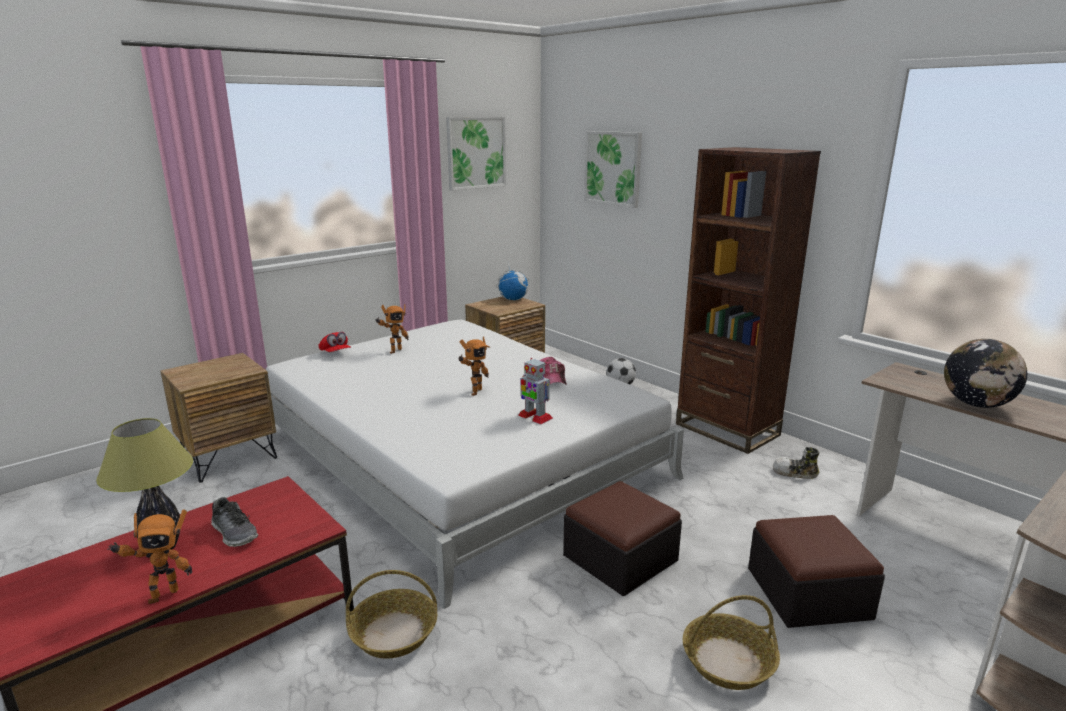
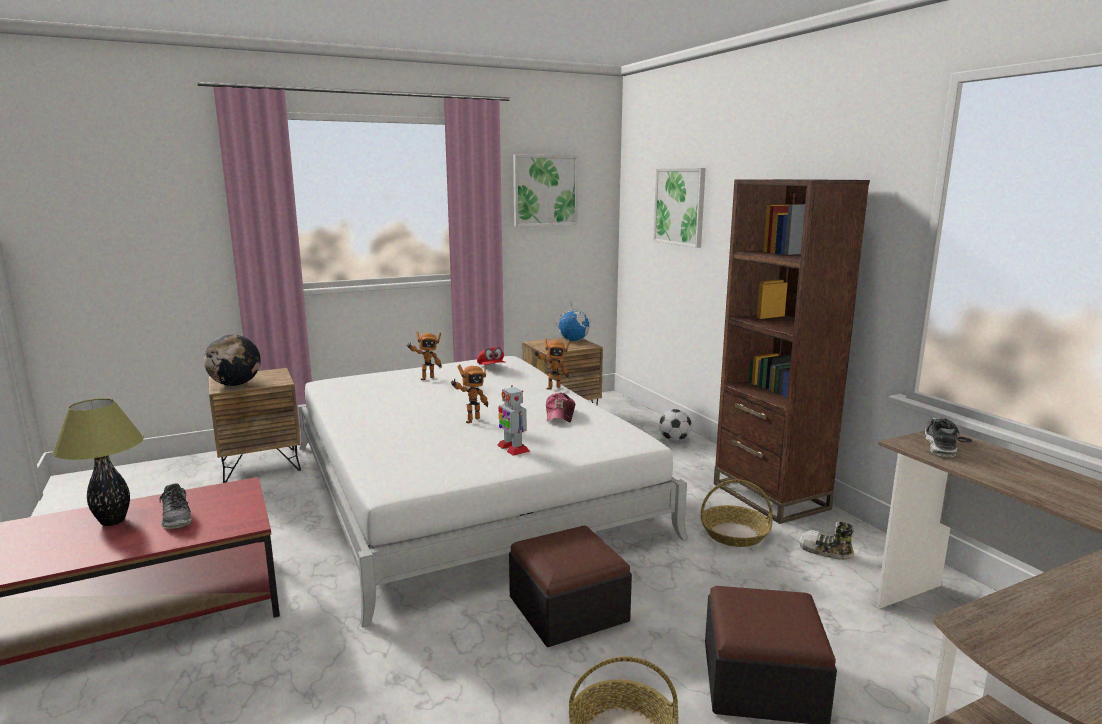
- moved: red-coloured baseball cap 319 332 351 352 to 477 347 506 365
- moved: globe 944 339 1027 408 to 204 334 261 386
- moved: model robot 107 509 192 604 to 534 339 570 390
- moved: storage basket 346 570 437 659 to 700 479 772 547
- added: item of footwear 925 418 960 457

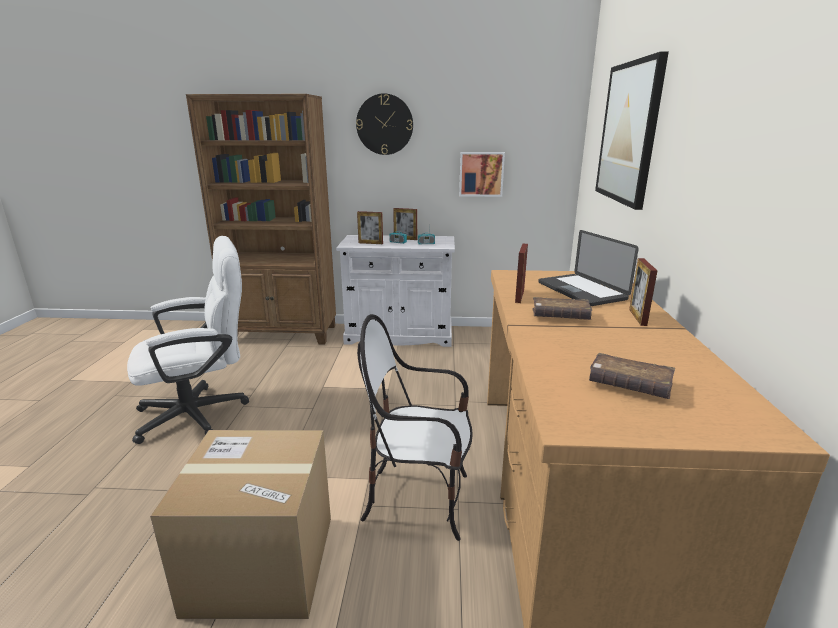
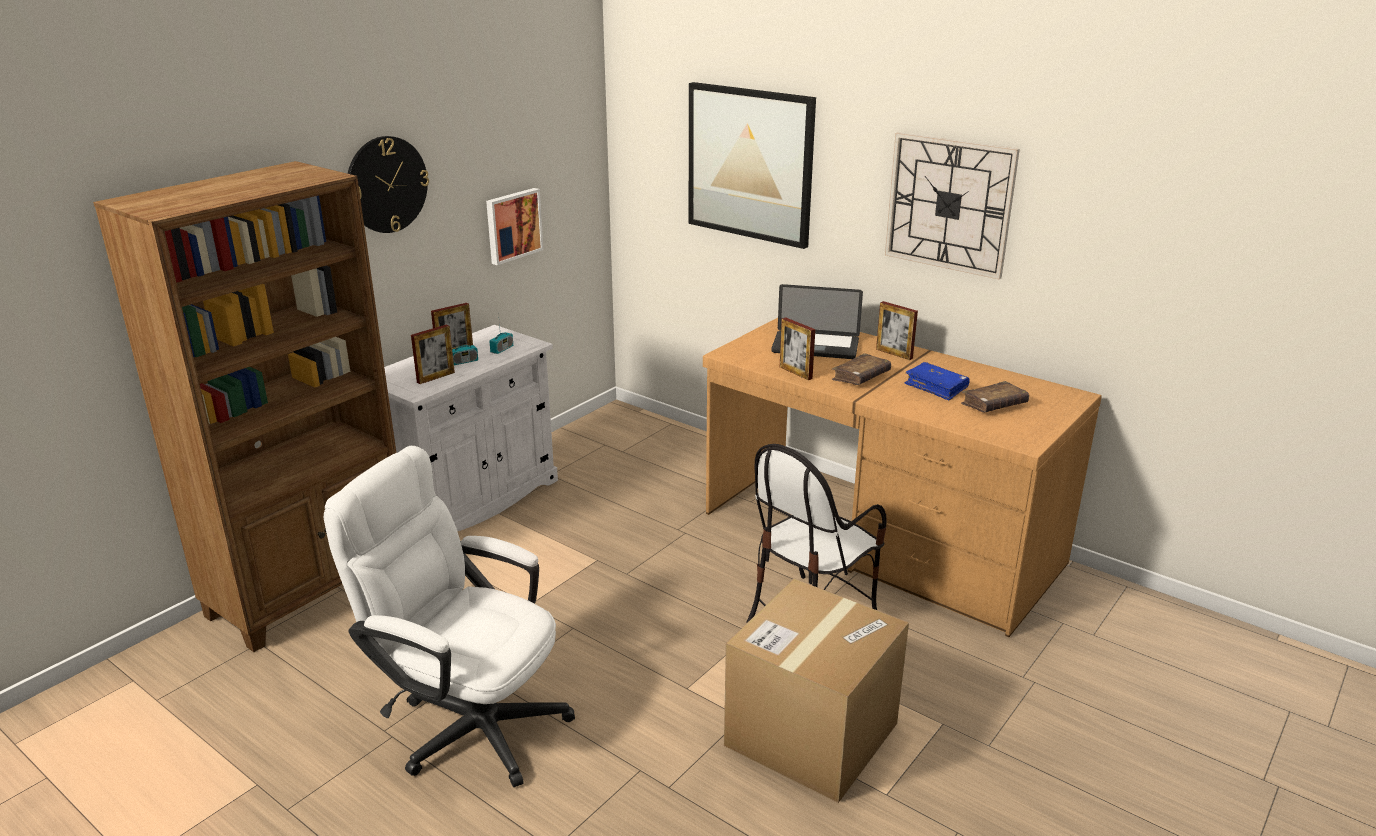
- turned: white desk chair 127 236 249 444 = 324 446 575 787 75 degrees counterclockwise
- added: clock on the wall 885 132 1020 279
- added: blue book 904 362 970 400

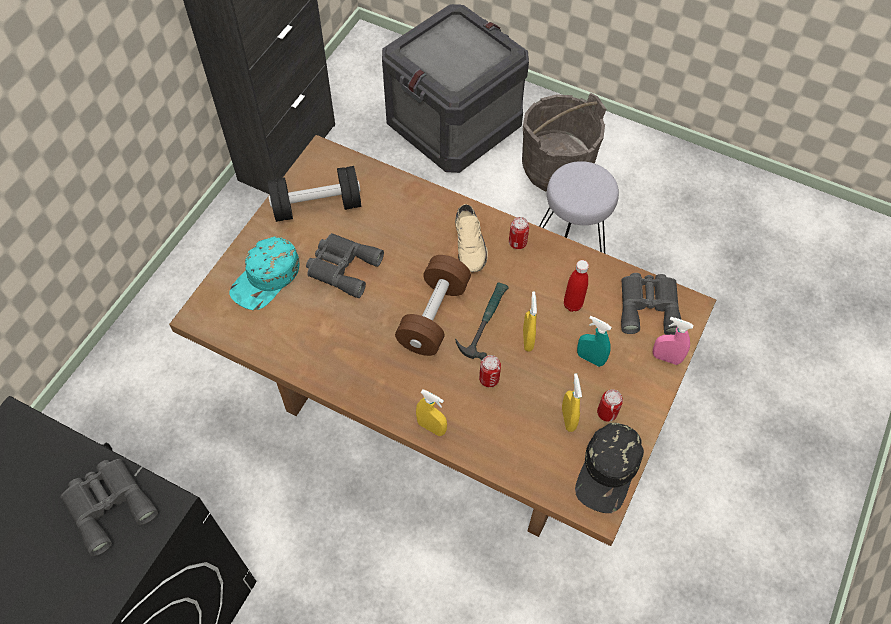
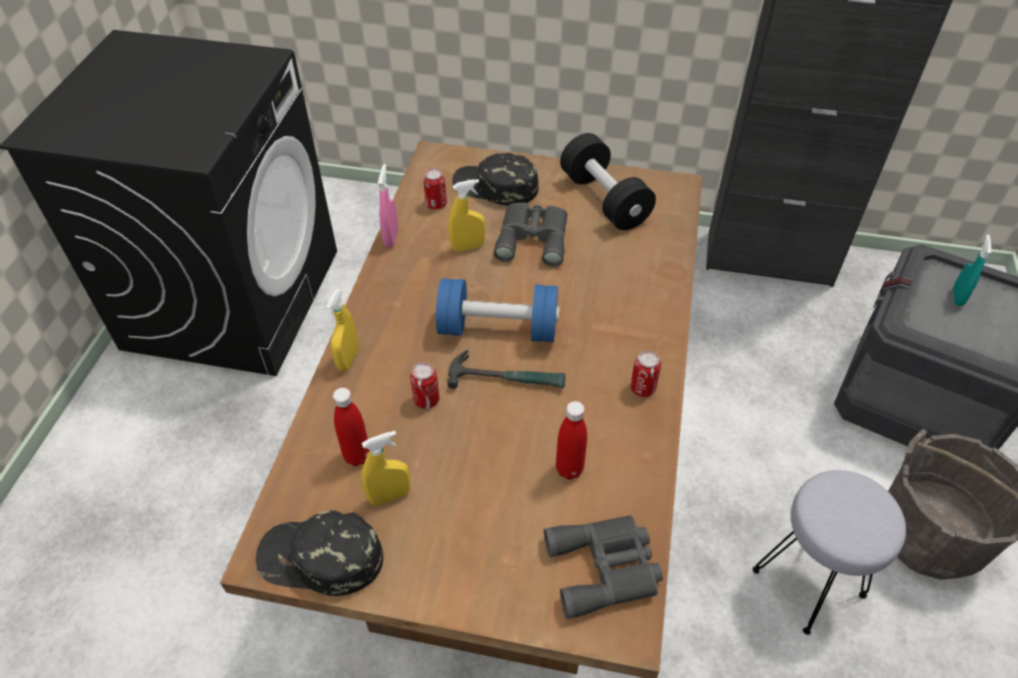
- removed: beige-coloured item of footwear 455 204 488 272
- recoloured: blue-green baseball cap 229 236 299 310 to blackish baseball cap 452 153 539 206
- recoloured: brown-coloured free weight 395 255 471 356 to blue free weight 436 278 560 342
- moved: yellowish sprayer 523 291 537 352 to 449 179 485 252
- moved: blue-green sprayer 577 316 612 367 to 953 234 991 306
- moved: pink sprayer 653 317 694 365 to 378 164 398 247
- moved: sealed can 597 389 623 422 to 423 168 447 210
- removed: gray pair of binoculars 61 459 158 556
- added: red-coloured bottle 333 388 370 466

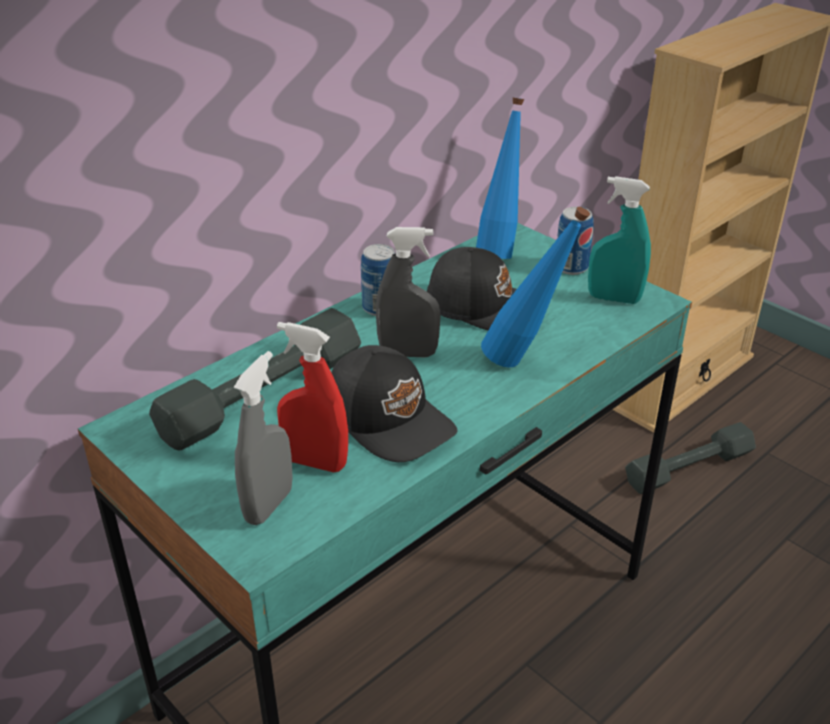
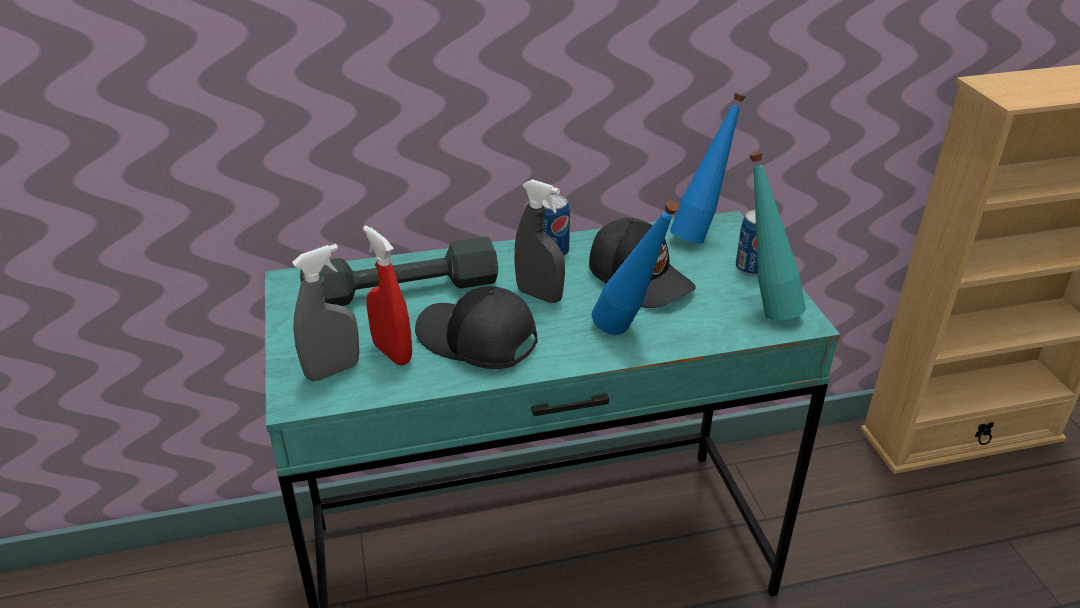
- replaced: blue-green sprayer 588 176 651 304 to blue-green bottle 749 152 806 321
- turned: blackish baseball cap 331 345 457 462 = 415 286 537 369 135 degrees clockwise
- removed: gray free weight 625 422 756 494

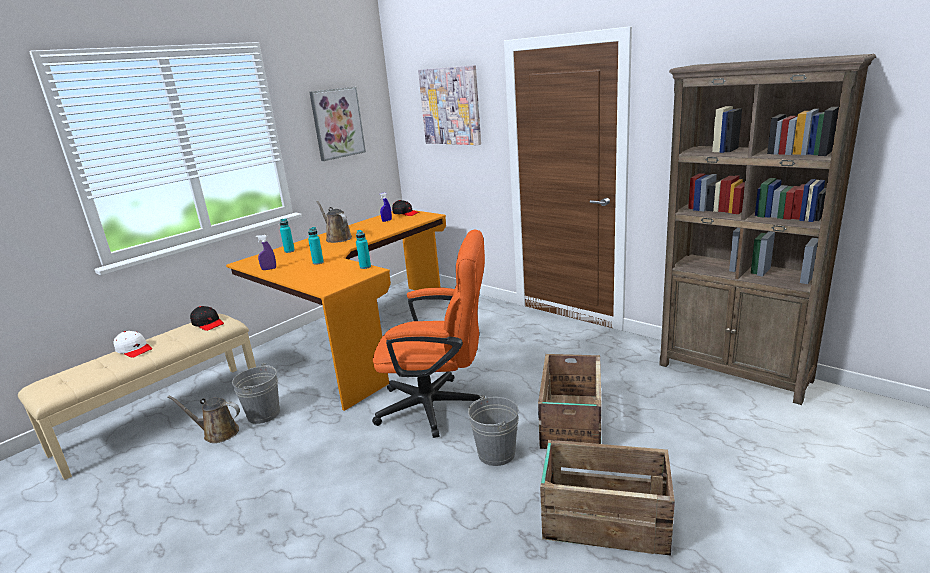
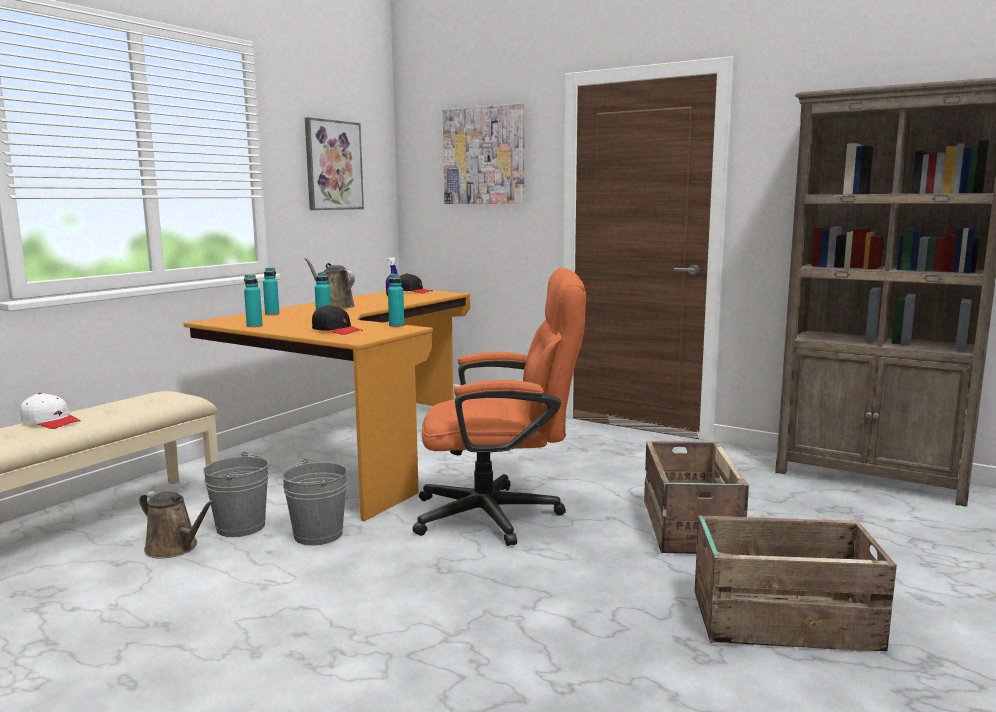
- replaced: purplish sprayer 255 235 276 270 to blue-green bottle 244 275 263 327
- moved: blackish baseball cap 190 306 224 331 to 312 305 363 335
- turned: brown-coloured watering pot 168 395 240 443 = 139 491 215 559 150 degrees counterclockwise
- moved: gray bucket 468 395 519 466 to 281 459 347 545

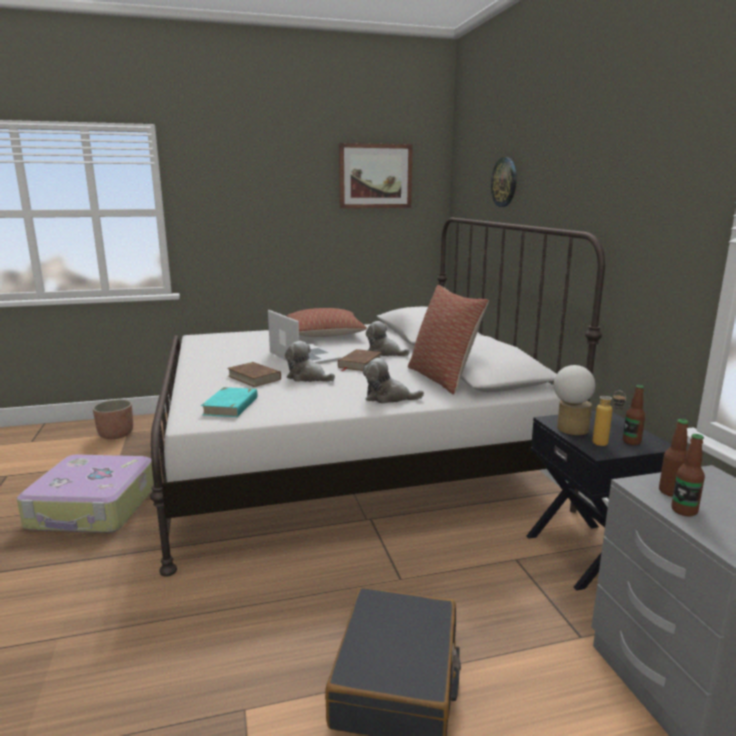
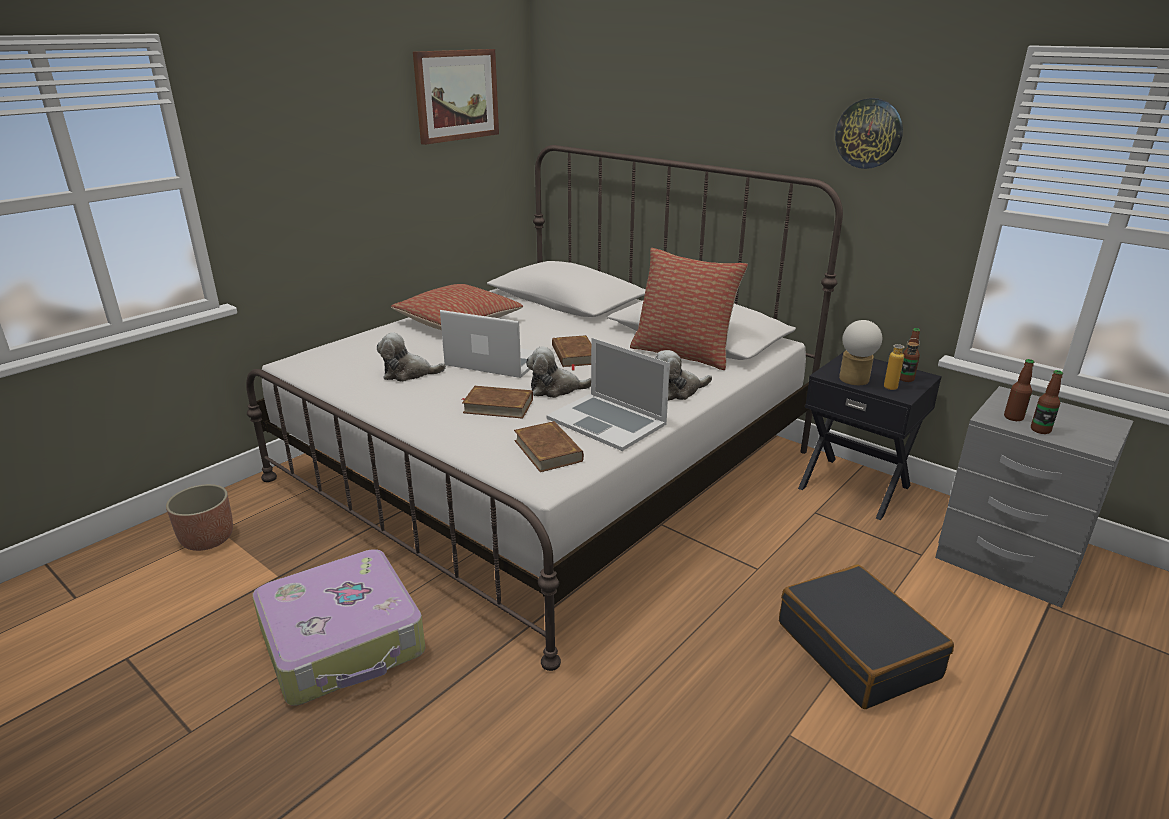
- moved: clock on the wall 491 157 517 207 to 835 98 903 169
- moved: soft toy 366 321 410 356 to 377 332 446 382
- recoloured: blue-green book 201 387 258 417 to brown-coloured book 514 421 584 472
- added: portable computer 546 338 670 451

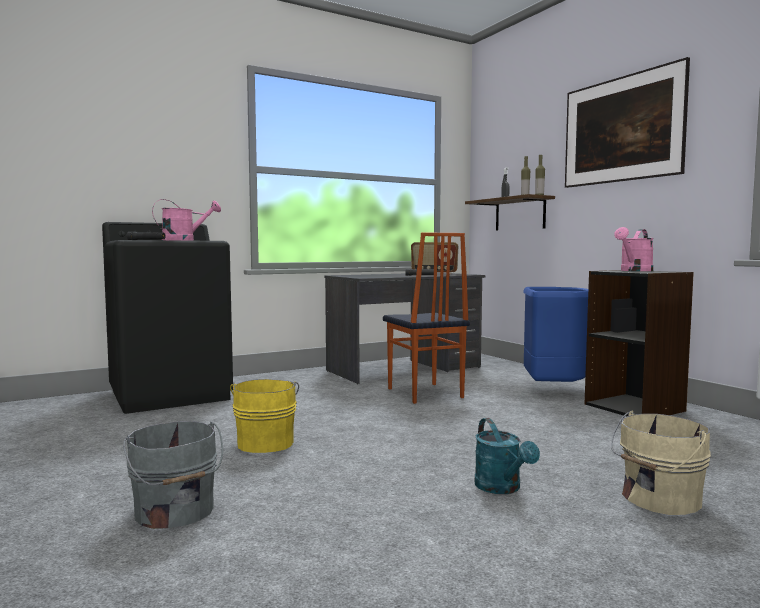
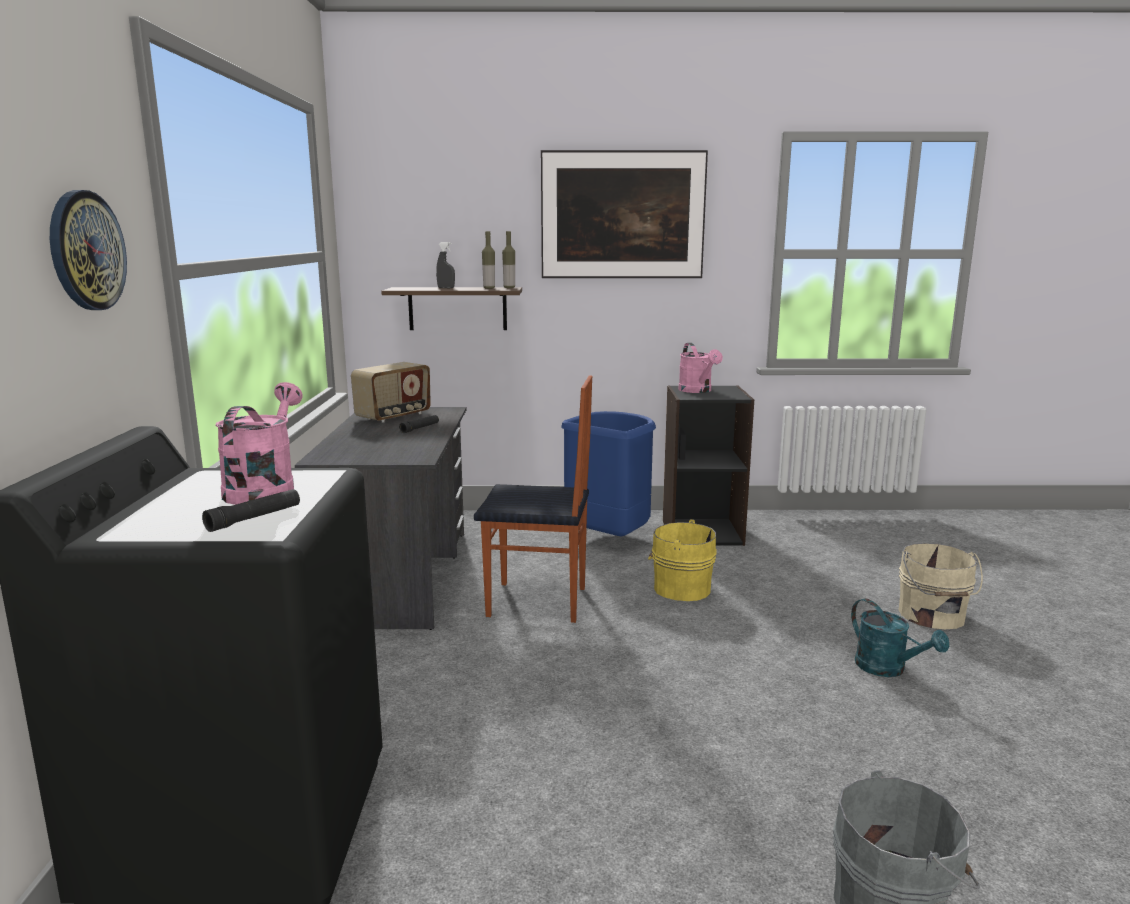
- moved: yellowish bucket 230 379 299 453 to 648 519 717 601
- turned: blue-green watering pot 474 418 540 494 = 851 598 949 677 45 degrees clockwise
- added: clock on the wall 50 190 127 310

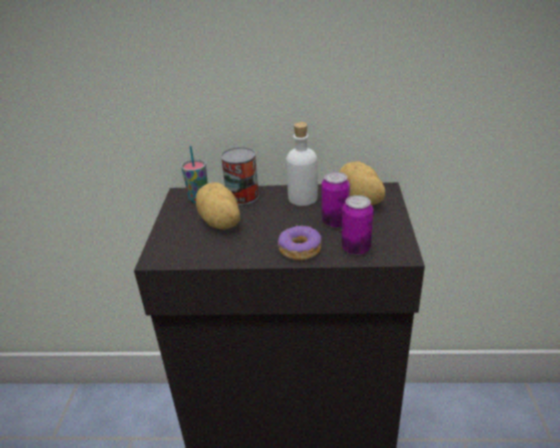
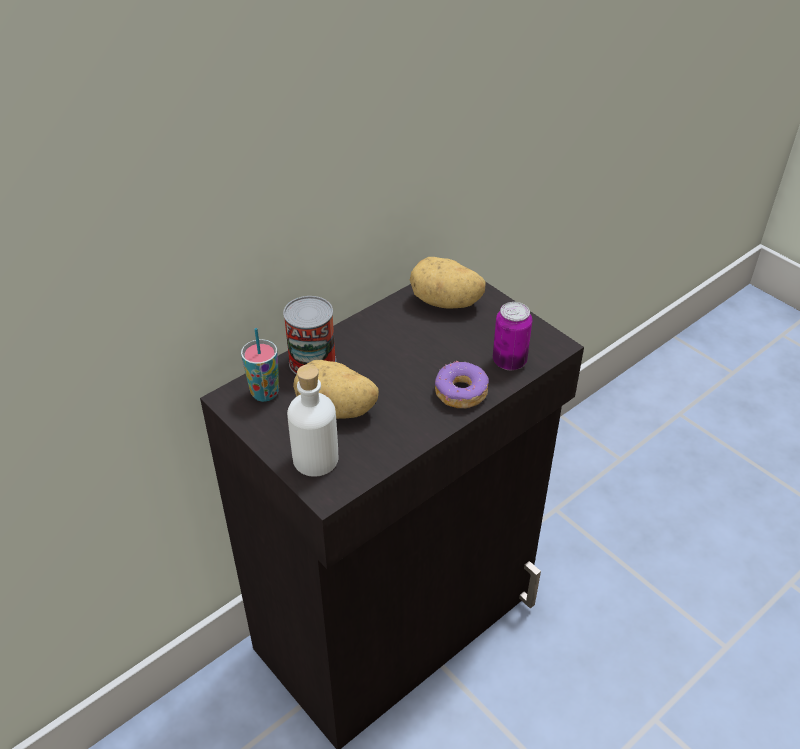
- moved: white bottle 286 122 318 206 to 287 364 338 477
- removed: sealed can 321 172 350 228

